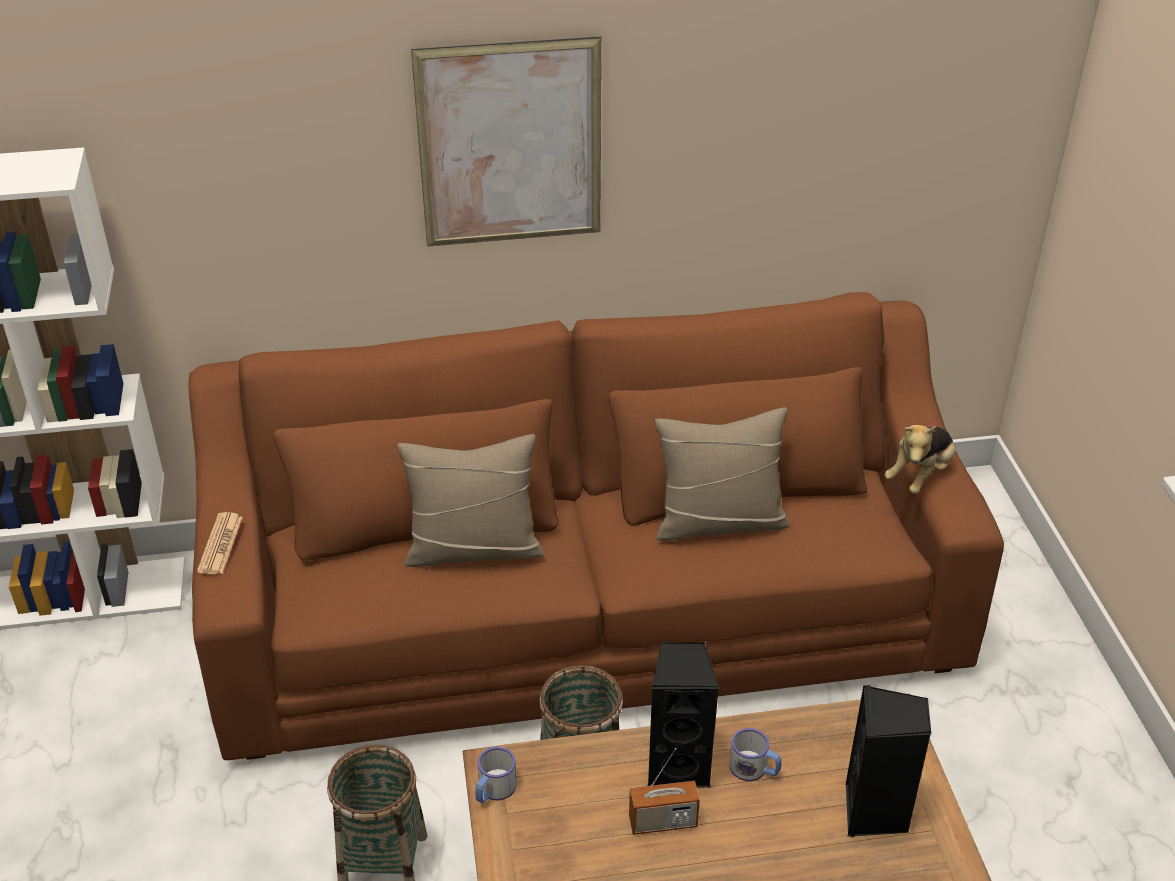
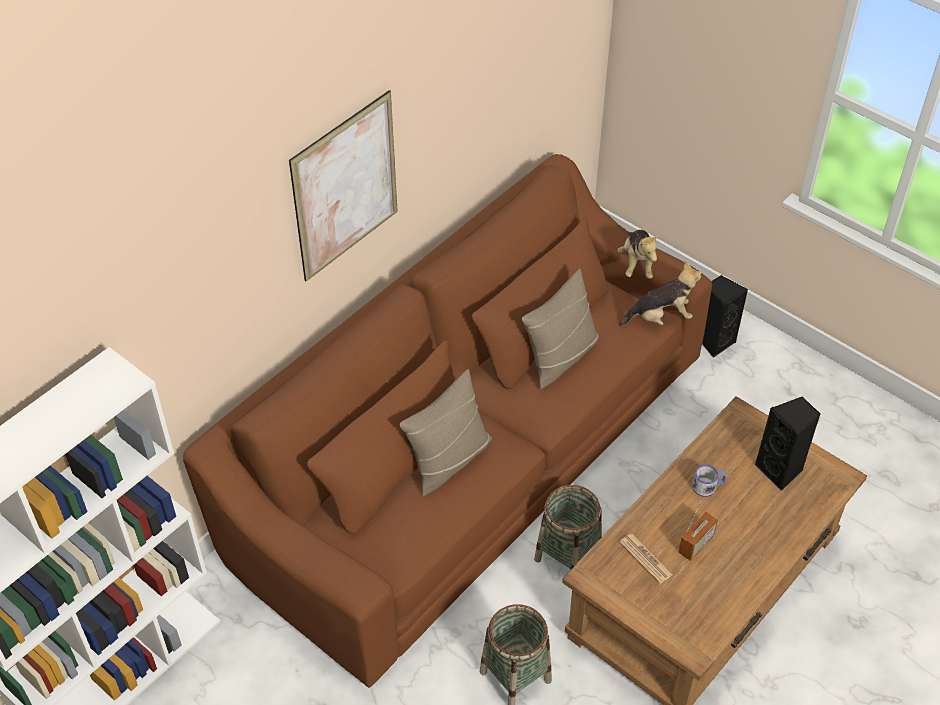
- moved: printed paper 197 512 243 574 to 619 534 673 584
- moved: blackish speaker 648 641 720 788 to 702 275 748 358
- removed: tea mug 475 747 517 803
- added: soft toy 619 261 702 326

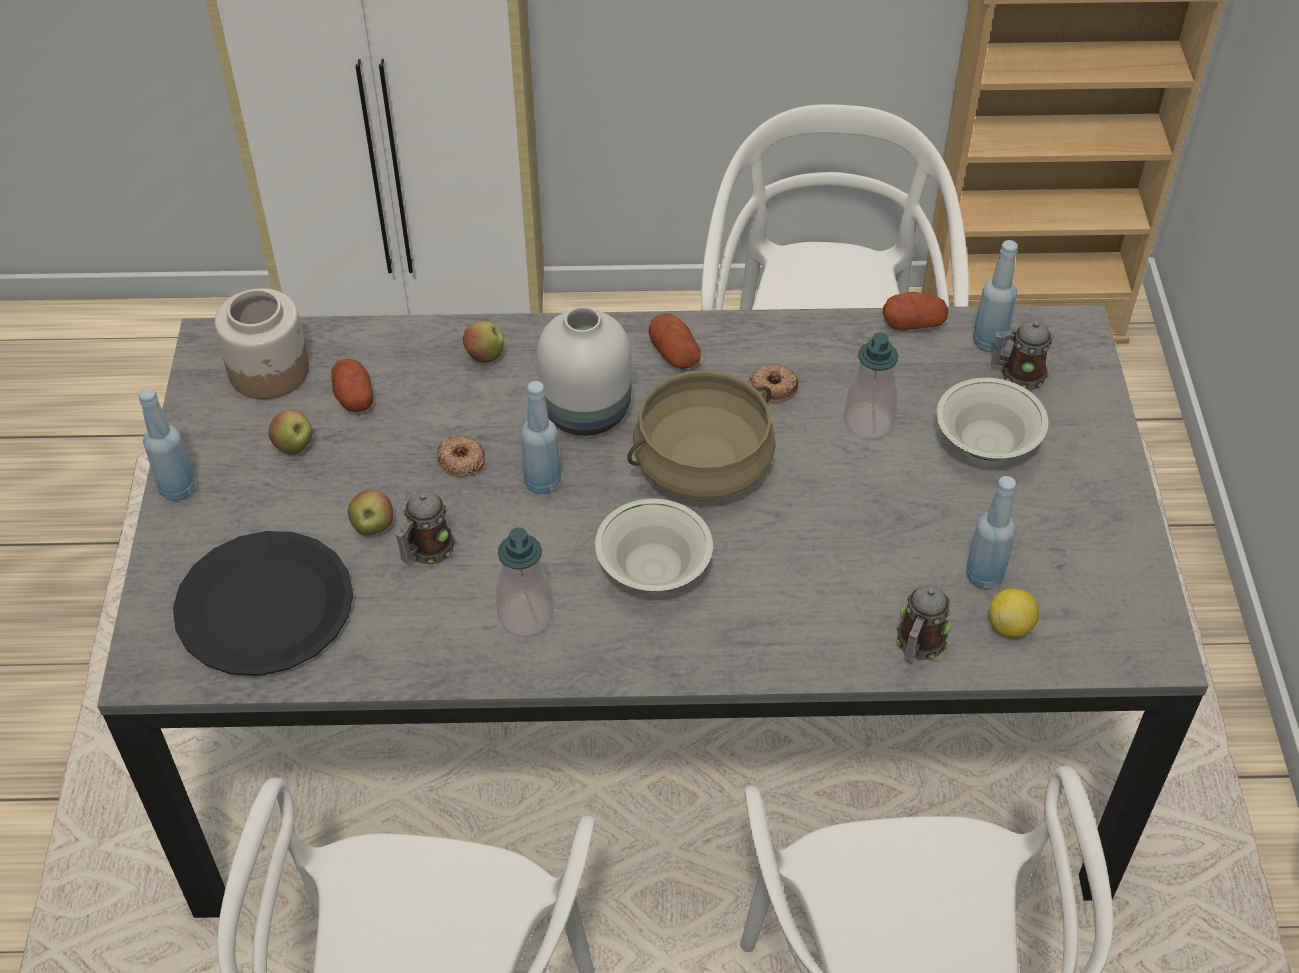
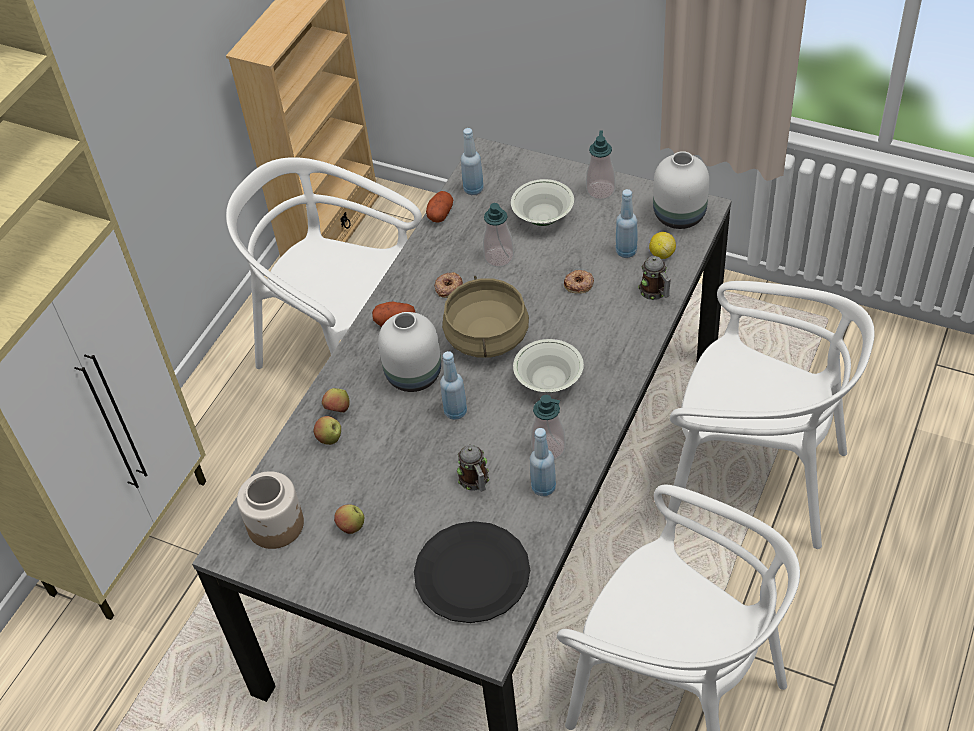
- removed: tea mug 991 320 1053 391
- removed: spud 331 359 373 412
- moved: blue bottle 138 388 195 501 to 530 428 556 496
- moved: ring doughnut 437 434 485 477 to 564 270 594 294
- moved: whole apple 348 490 393 536 to 314 416 341 445
- added: soap dispenser 586 131 616 200
- added: white decorative vase 653 151 709 229

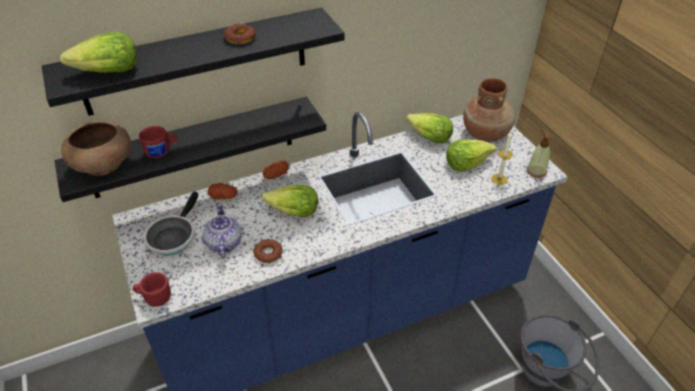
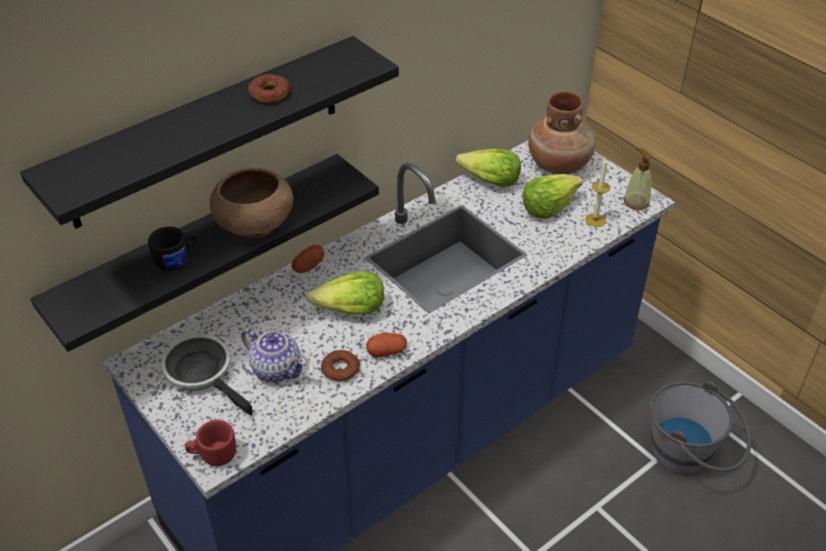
- removed: lettuce 60 32 137 73
- moved: brown-coloured serving bowl 61 121 131 176 to 209 168 293 238
- recoloured: red-coloured tea mug 139 126 178 158 to blackish tea mug 148 226 197 271
- moved: spud 208 183 237 200 to 366 333 407 358
- turned: frying pan 143 192 198 256 = 162 335 252 416 135 degrees clockwise
- turned: teapot 203 203 242 258 = 241 329 307 383 150 degrees clockwise

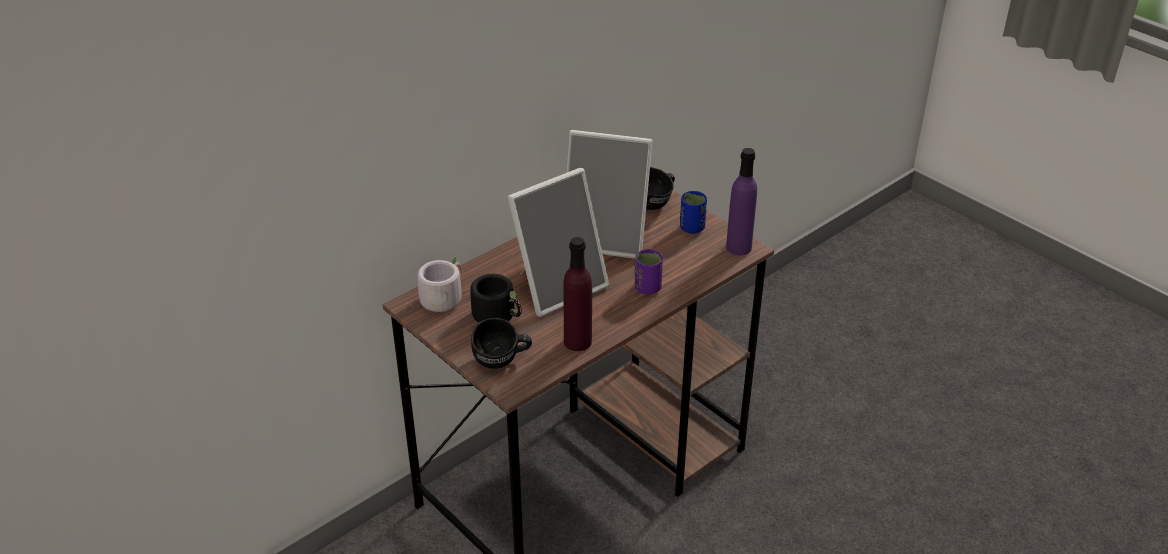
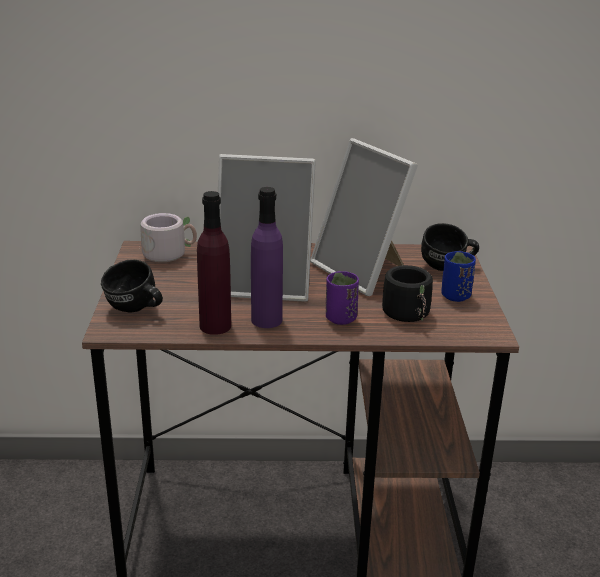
- moved: purplish bottle 726 148 757 255 to 251 187 283 328
- moved: blackish tea mug 470 274 522 323 to 382 265 433 322

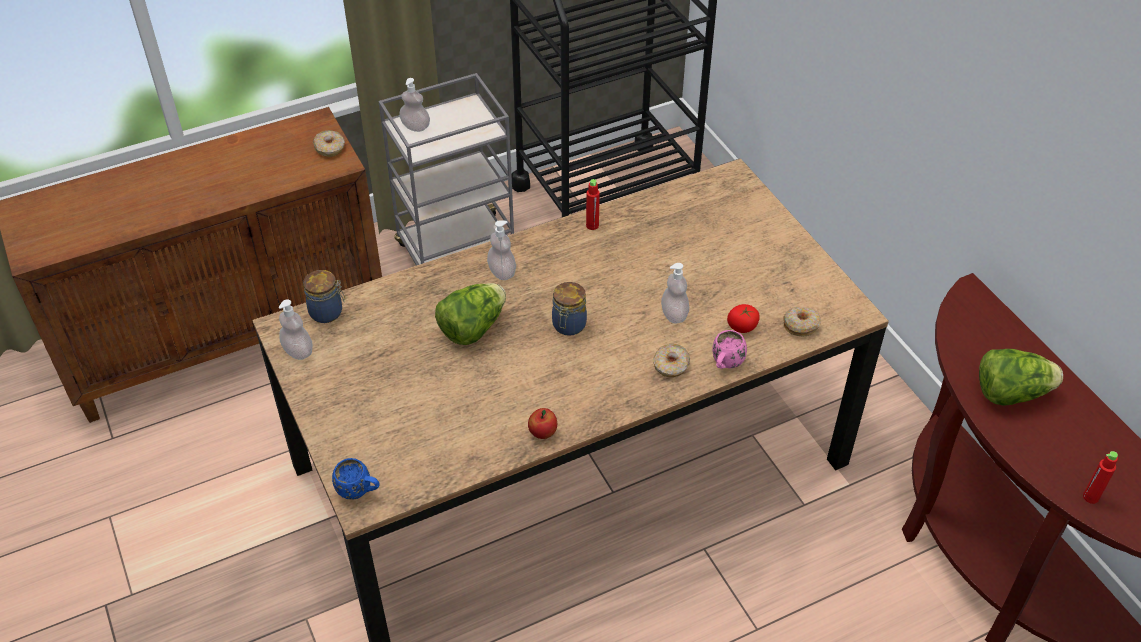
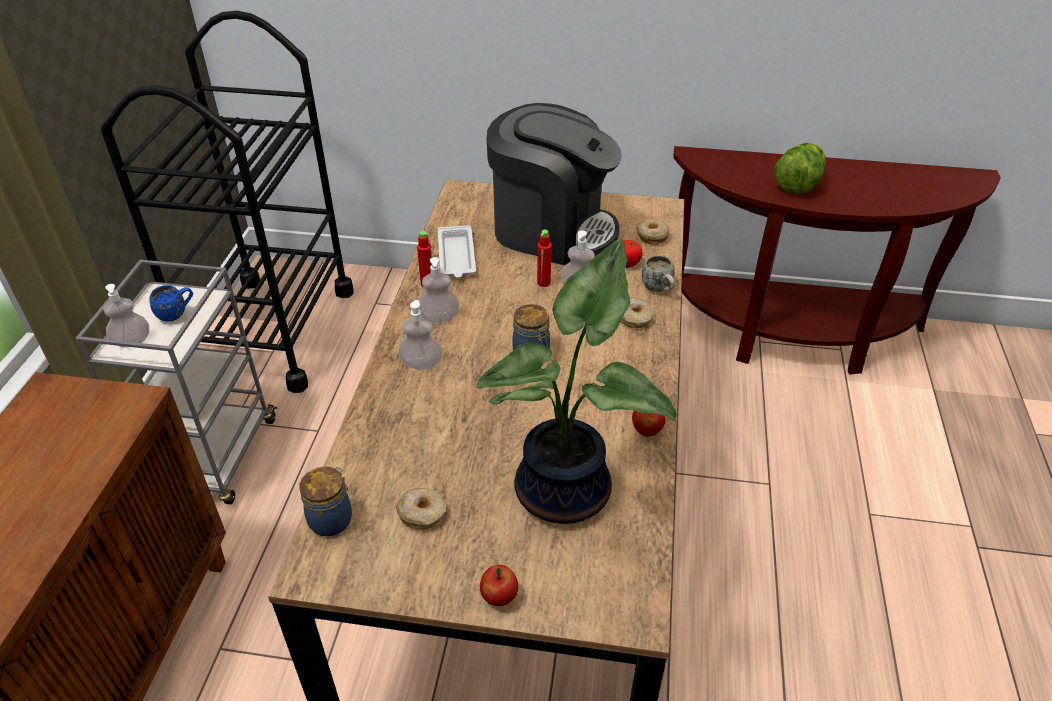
- moved: ring doughnut 313 130 345 157 to 396 488 446 529
- removed: lettuce 435 283 506 345
- moved: soap dispenser 279 299 313 360 to 418 257 459 323
- recoloured: pink tea mug 713 330 747 369 to white tea mug 642 255 675 292
- moved: red-coloured bottle 1083 451 1118 504 to 537 230 552 287
- moved: blue tea mug 332 458 380 500 to 149 285 193 322
- added: coffee machine 487 103 622 265
- added: white tray 438 225 476 278
- added: plant in a pot 476 239 676 524
- added: whole apple 480 565 518 606

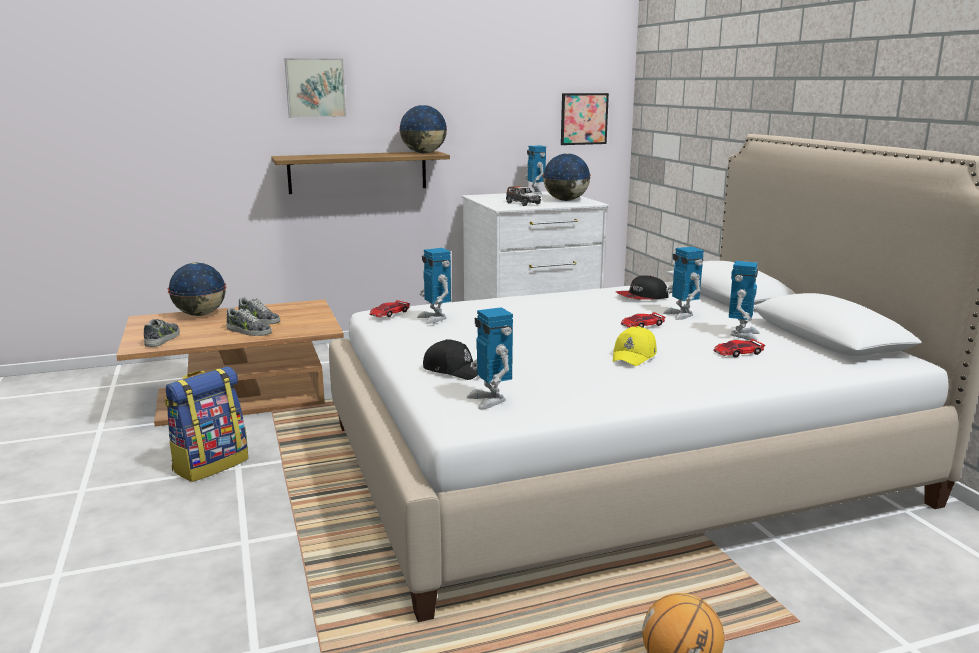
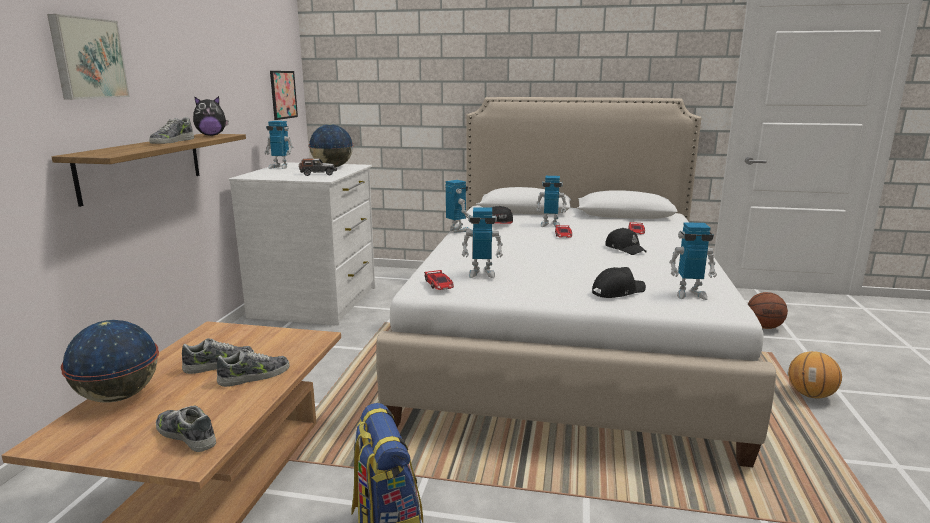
- replaced: globe 399 105 448 153 to soft toy 193 96 228 136
- moved: model robot 729 261 760 341 to 445 180 471 233
- recoloured: yellowish baseball cap 613 326 657 366 to blackish baseball cap 605 228 647 255
- added: item of footwear 149 117 194 144
- added: ball for basketball 748 292 788 329

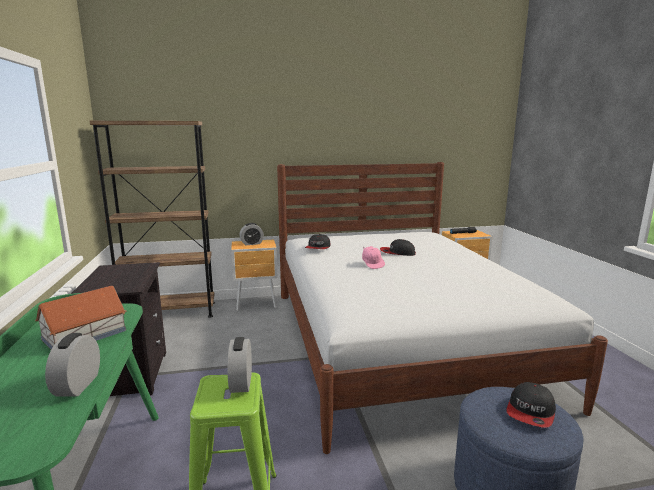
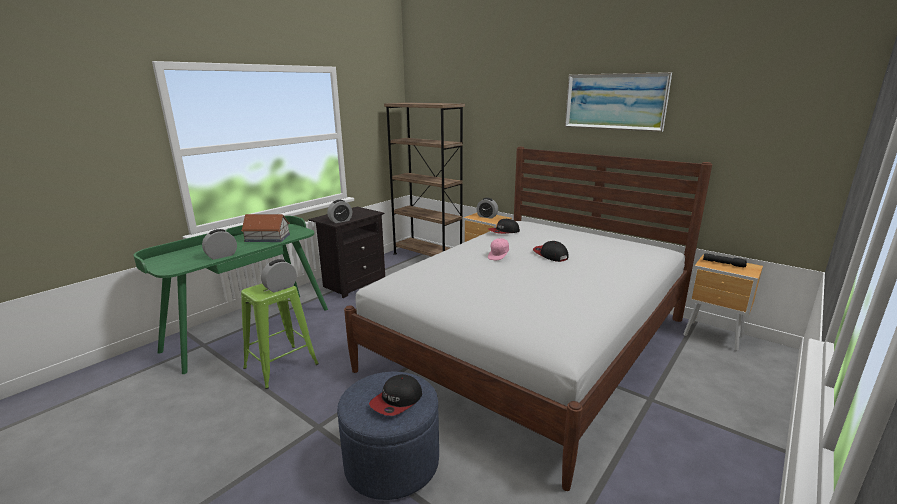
- turned: baseball cap 506 382 556 428 = 369 374 422 416 45 degrees counterclockwise
- added: wall art 565 72 672 132
- added: alarm clock 327 200 352 223

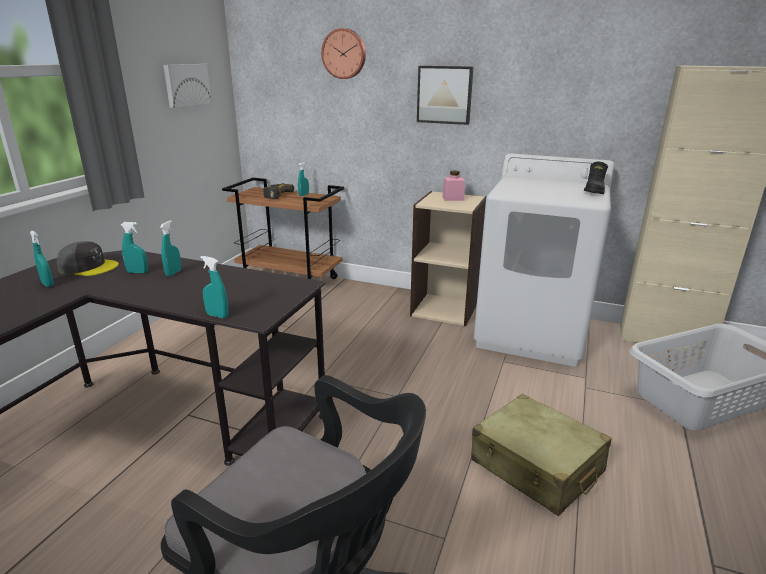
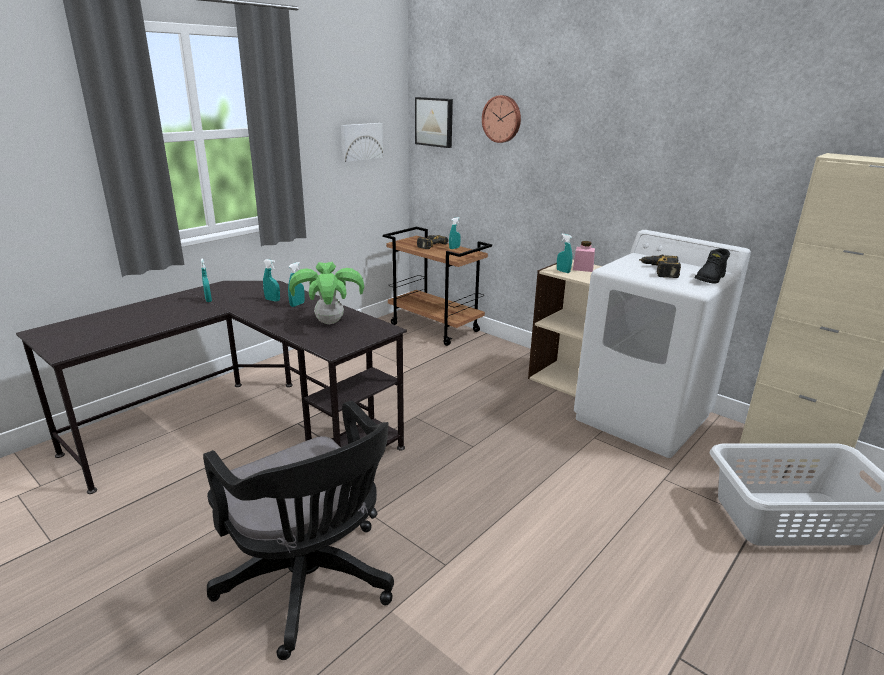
- moved: wall art 417 66 473 125 to 415 97 453 148
- removed: gray baseball cap 57 241 119 276
- moved: blue-green sprayer 200 256 228 318 to 557 234 572 273
- removed: beige-coloured travel case 471 394 611 516
- added: electric drill 639 255 681 278
- added: plant in a pot 289 262 364 324

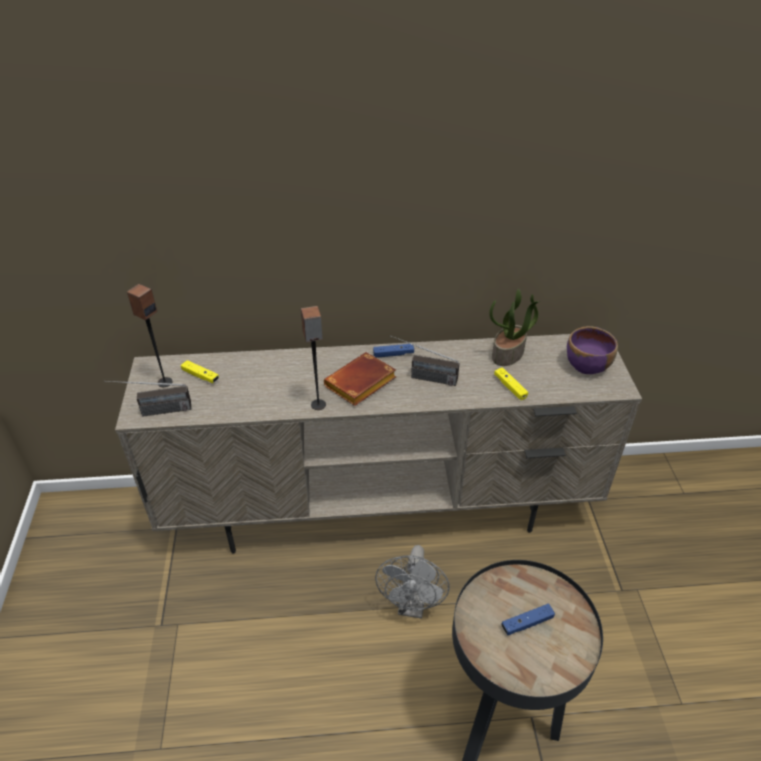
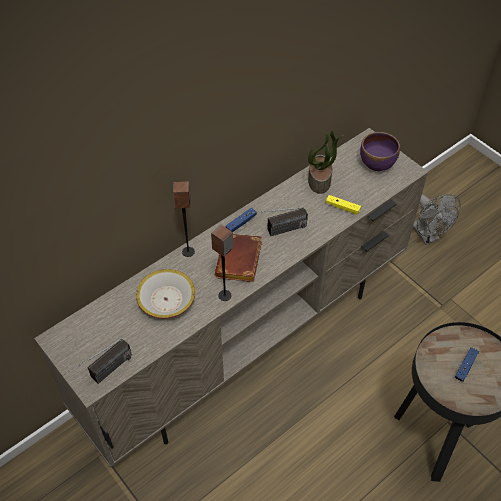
- moved: speaker 127 284 173 387 to 173 181 195 257
- removed: yellowish joypad 181 360 219 383
- moved: gray cooling fan 375 545 450 619 to 413 194 461 245
- added: serving bowl 136 269 195 319

